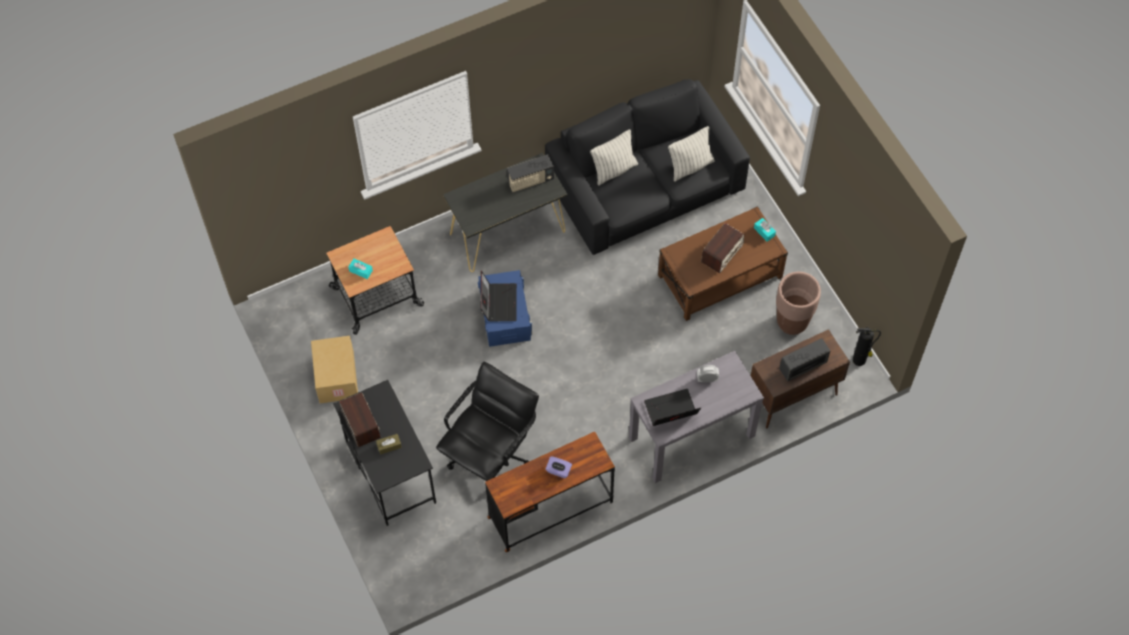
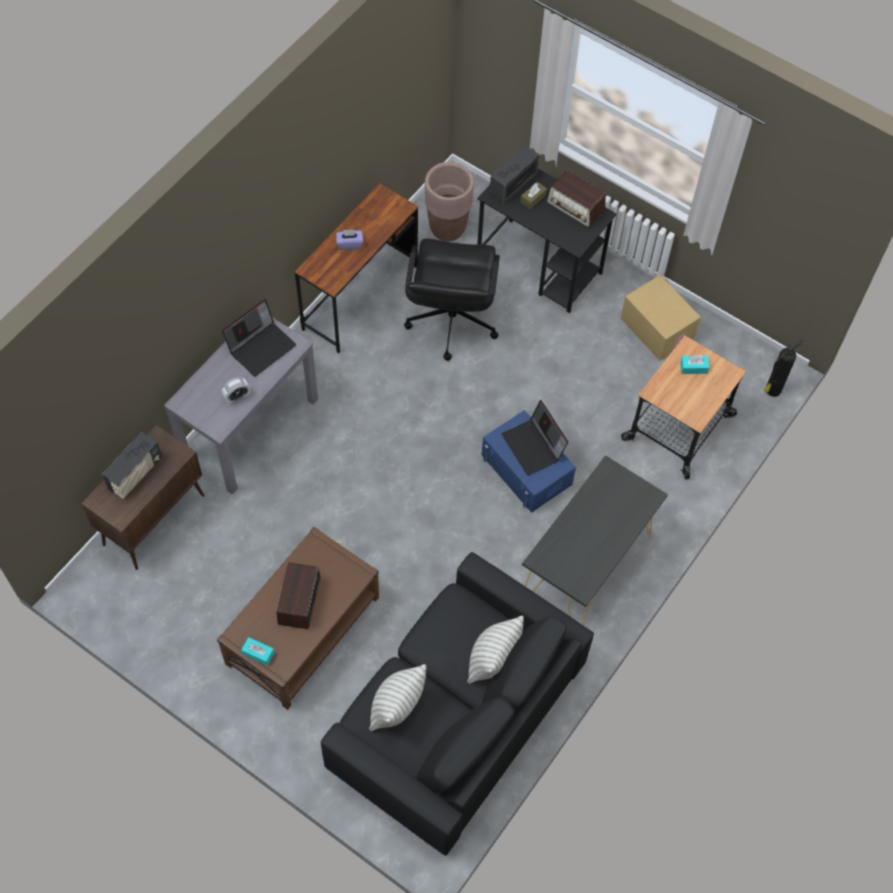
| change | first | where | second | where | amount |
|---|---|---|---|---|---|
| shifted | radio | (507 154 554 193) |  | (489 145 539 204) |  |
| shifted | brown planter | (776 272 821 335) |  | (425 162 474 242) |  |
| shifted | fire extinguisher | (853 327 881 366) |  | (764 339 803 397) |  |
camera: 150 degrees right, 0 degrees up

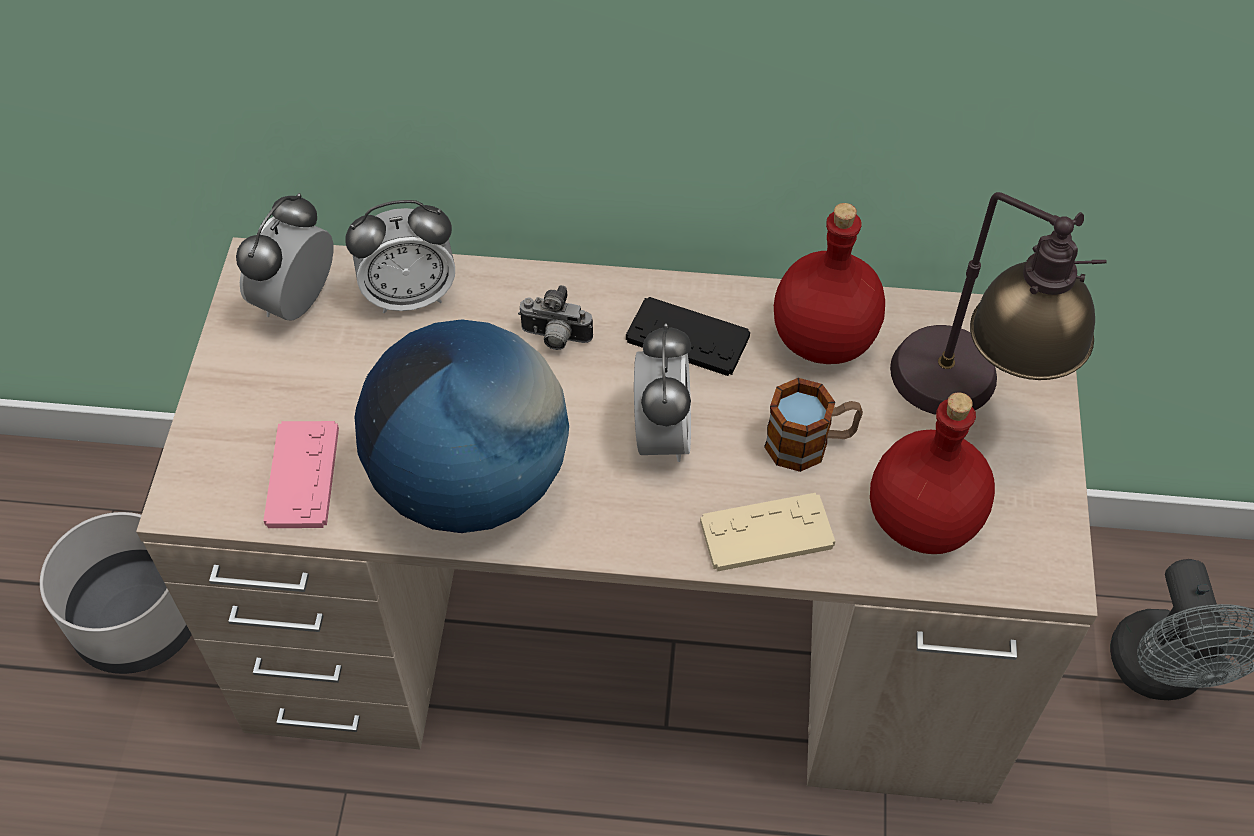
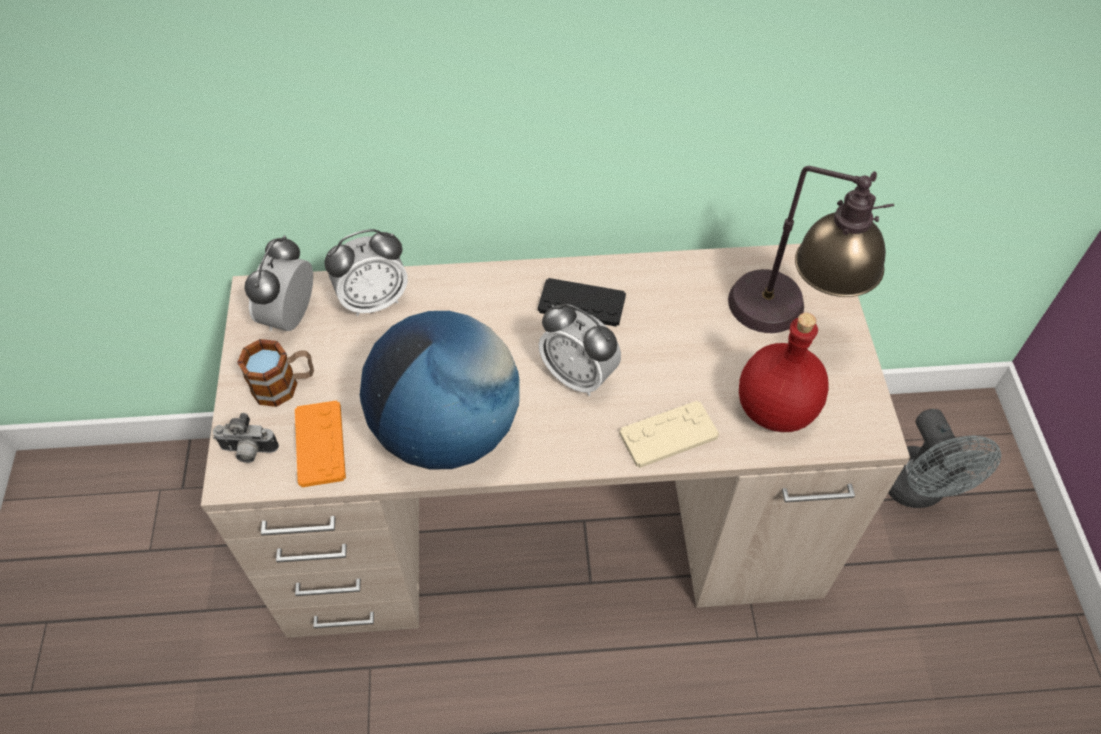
| change | first | where | second | where | amount |
|---|---|---|---|---|---|
| gone | grey planter | (40 512 192 674) |  |  |  |
| gone | red bottle | (774 203 885 364) |  |  |  |
| shifted | photo camera | (518 285 593 350) |  | (213 413 279 463) |  |
| shifted | mug | (764 378 863 472) |  | (237 339 314 407) |  |
| repainted | pink game controller | (263 421 339 528) | orange game controller | (295 400 346 487) |  |
| rotated | alarm clock | (634 323 691 462) |  | (539 304 621 396) | 135 degrees clockwise |
camera: 10 degrees left, 0 degrees up

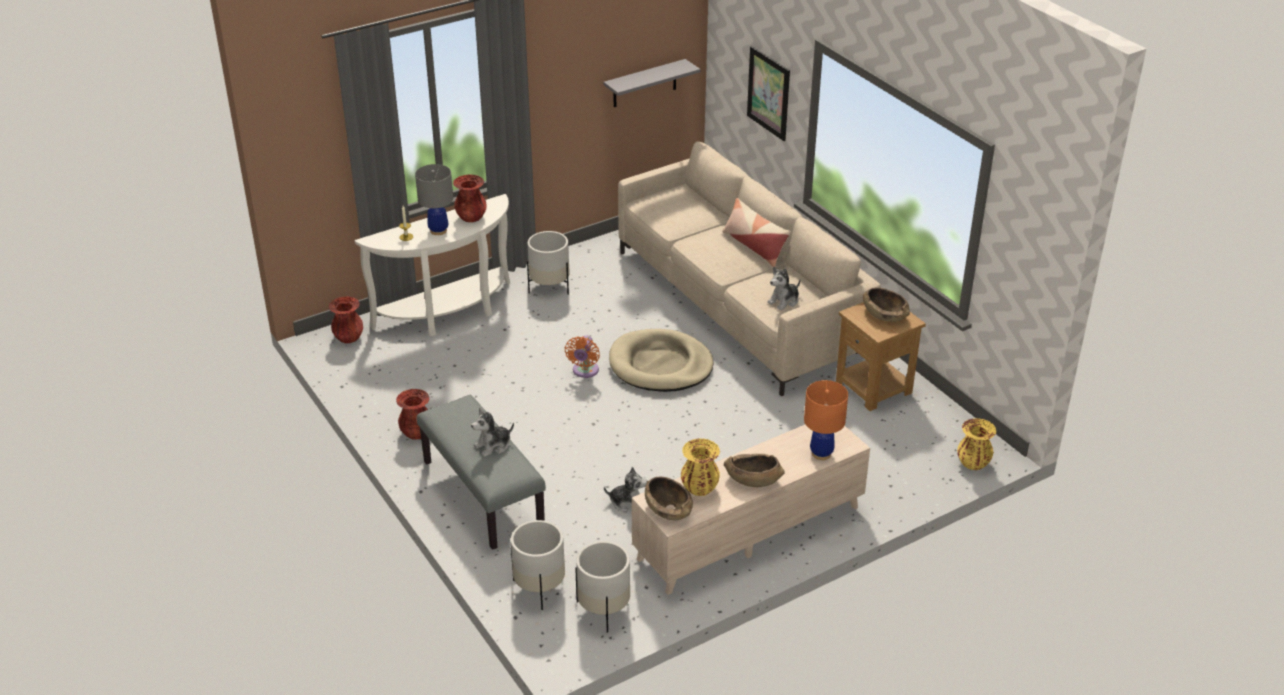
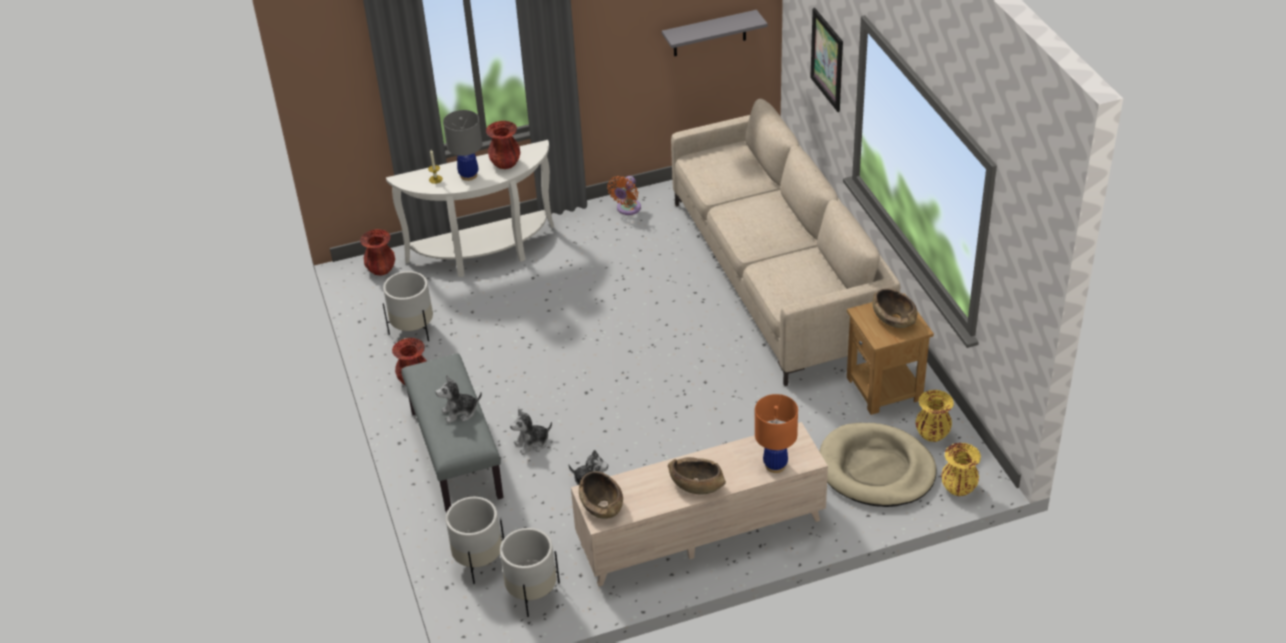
| change | first | where | second | where | amount |
|---|---|---|---|---|---|
| gone | pillow | (723 198 791 267) |  |  |  |
| shifted | white planter | (527 231 570 295) |  | (383 271 433 342) |  |
| shifted | orange fan | (565 335 600 378) |  | (607 176 641 215) |  |
| shifted | beige dog bed | (609 329 714 392) |  | (819 423 937 507) |  |
| shifted | yellow vase | (681 438 720 496) |  | (916 390 954 442) |  |
| shifted | plush toy | (767 267 800 311) |  | (510 409 552 455) |  |
camera: 15 degrees right, 5 degrees up

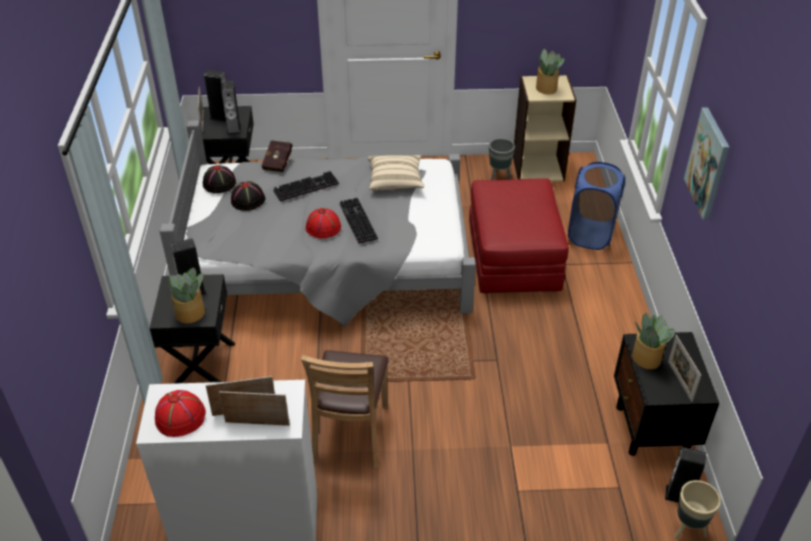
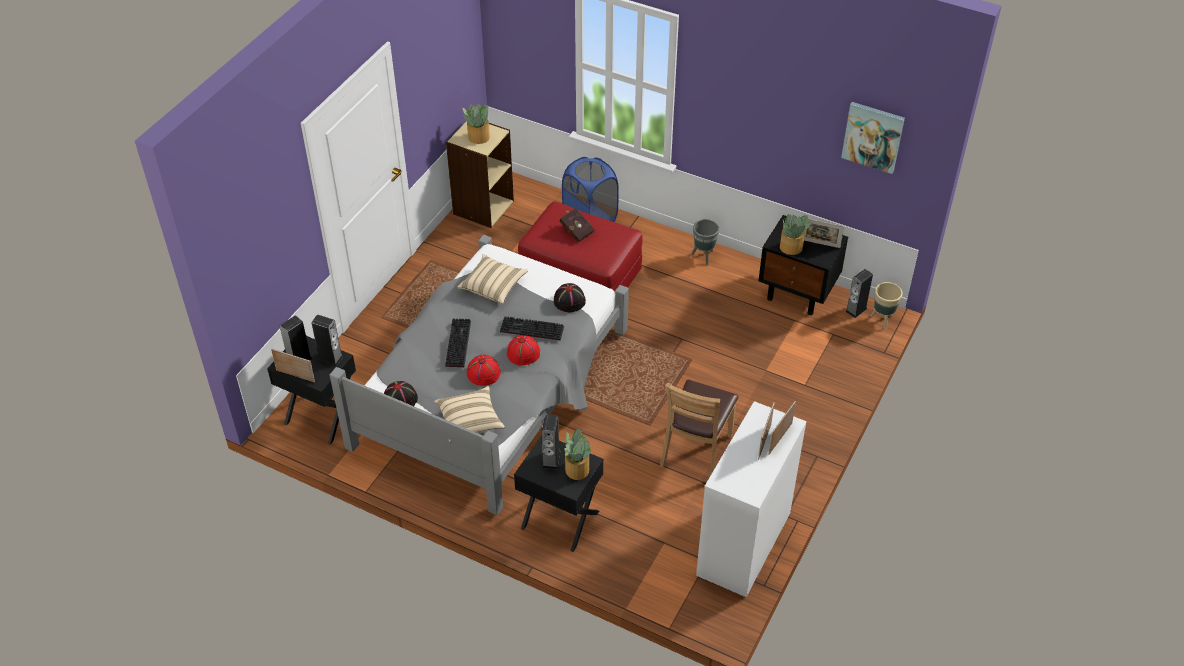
| change | first | where | second | where | amount |
|---|---|---|---|---|---|
| new |  |  | beige pillow | (434 386 505 443) |  |
| shifted | red hat | (155 390 206 437) |  | (467 355 500 386) |  |
| shifted | black hat | (231 181 266 211) |  | (554 283 586 312) |  |
| shifted | red book | (261 140 293 172) |  | (559 208 594 243) |  |
| shifted | grey planter | (489 139 515 180) |  | (692 219 719 265) |  |
| shifted | picture | (684 107 729 220) |  | (841 102 905 174) |  |
| rotated | brown chair | (301 350 389 468) |  | (660 380 738 476) | 75 degrees clockwise |
camera: 60 degrees left, 5 degrees up

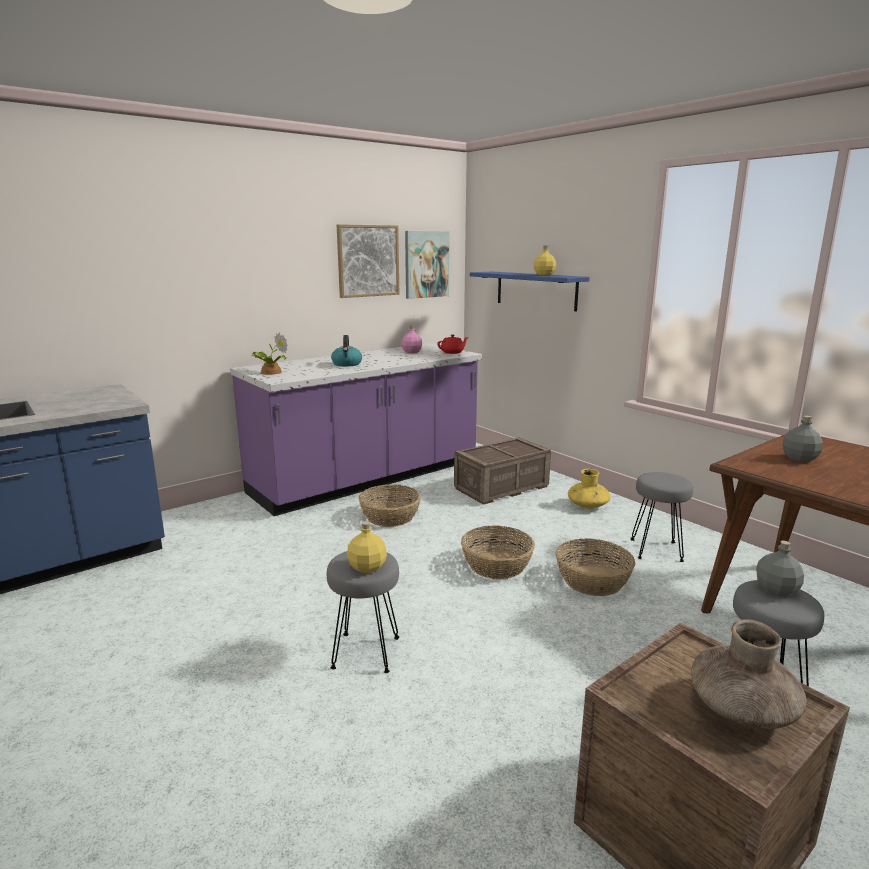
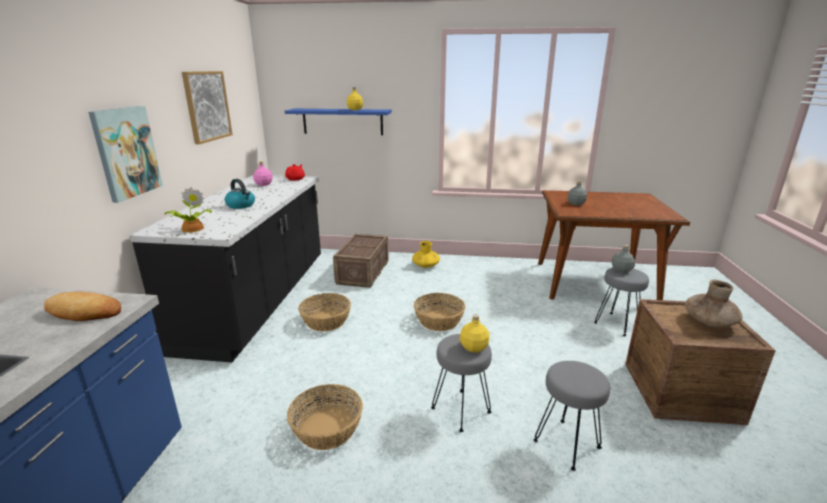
| change | first | where | second | where | amount |
|---|---|---|---|---|---|
| new |  |  | bread | (44 292 121 321) |  |
| shifted | picture | (405 231 449 299) |  | (88 106 163 203) |  |
| shifted | basket | (556 538 635 596) |  | (287 384 363 450) |  |
| shifted | grey stool | (631 472 693 562) |  | (533 361 610 471) |  |
| repainted | purple counter | (230 343 482 516) | black counter | (130 175 321 362) |  |
camera: 45 degrees left, 5 degrees up

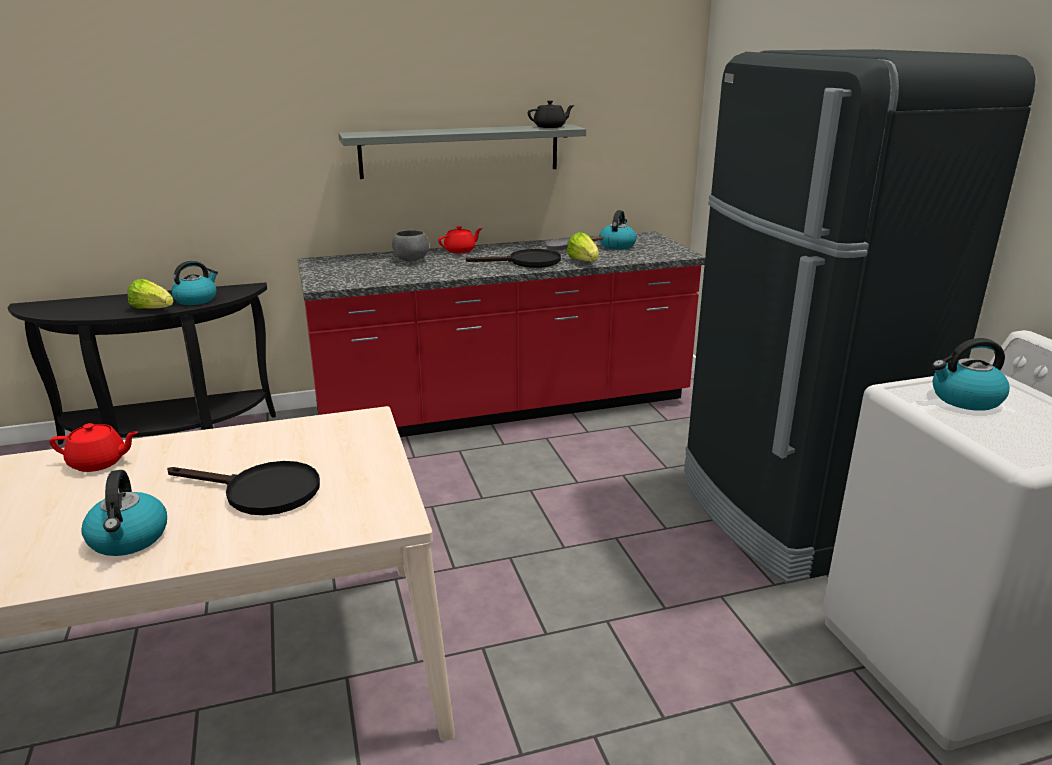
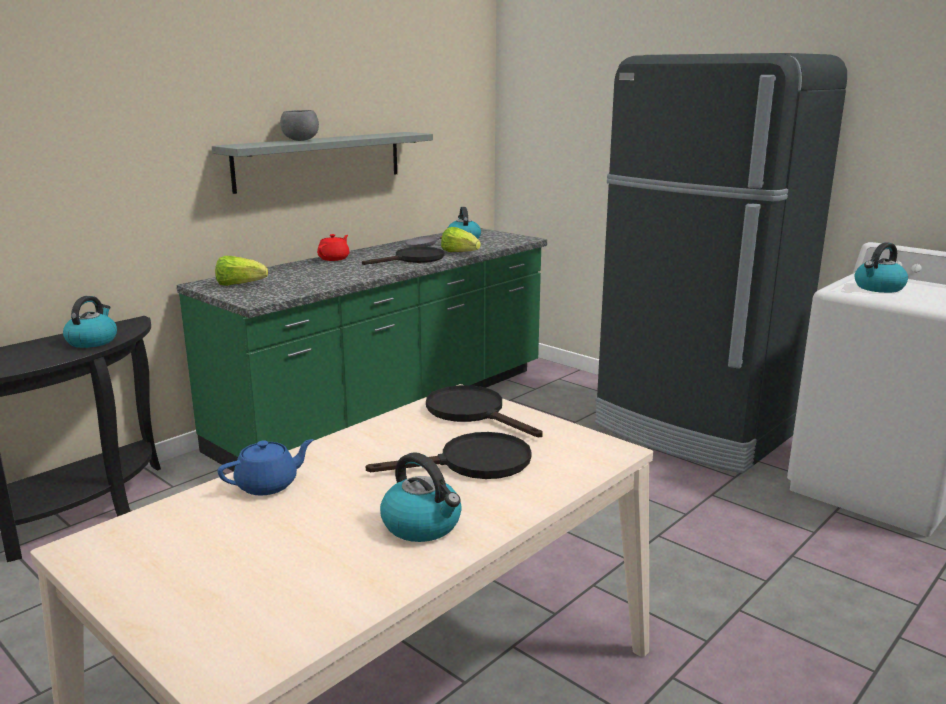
| change | first | where | second | where | amount |
|---|---|---|---|---|---|
| gone | black teapot | (528 100 574 128) |  |  |  |
| new |  |  | black frying pan | (426 385 543 437) |  |
| shifted | lettuce | (127 279 174 309) |  | (215 256 268 286) |  |
| shifted | grey bowl | (392 230 429 262) |  | (280 110 319 141) |  |
| repainted | red teapot | (50 423 138 472) | blue teapot | (217 439 314 496) |  |
| repainted | red counter | (298 231 705 437) | green counter | (176 228 547 472) |  |
camera: 30 degrees left, 5 degrees down

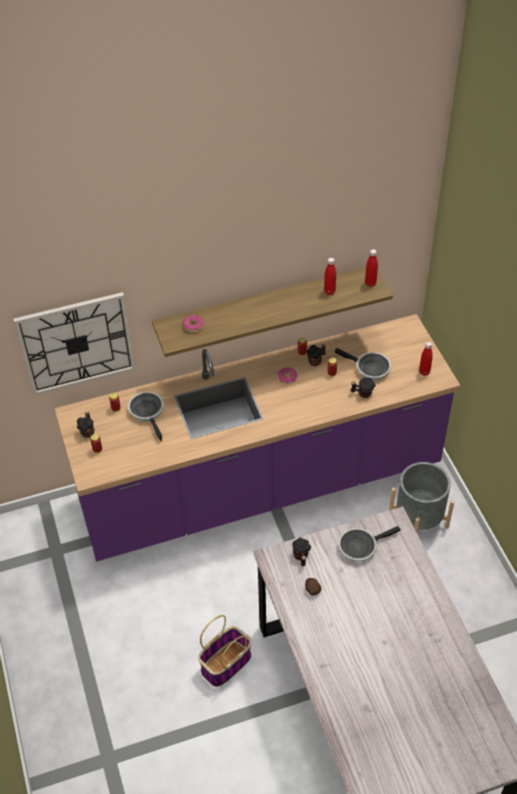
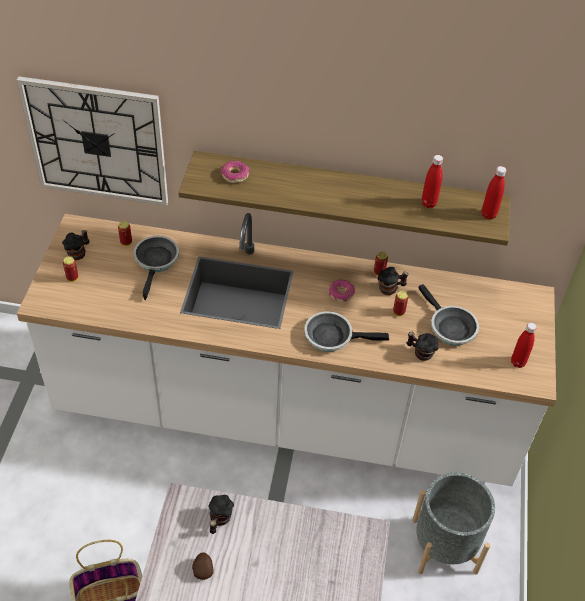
| change | first | where | second | where | amount |
|---|---|---|---|---|---|
| shifted | frying pan | (338 526 400 562) |  | (304 311 389 352) |  |
| repainted | purple counter | (54 314 460 562) | white counter | (17 213 556 486) |  |
camera: 25 degrees right, 0 degrees up

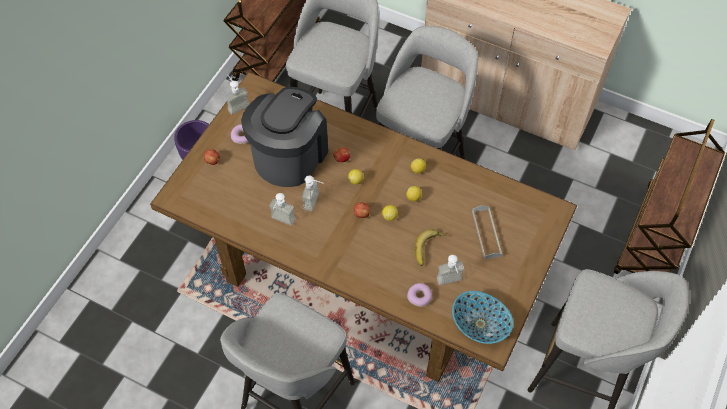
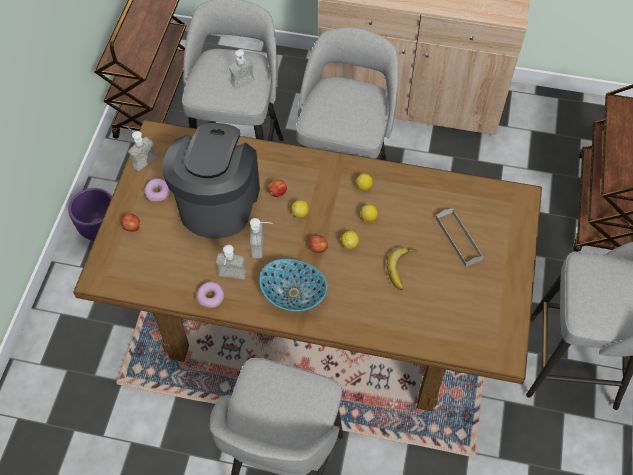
| change | first | where | second | where | amount |
|---|---|---|---|---|---|
| shifted | donut | (407 283 432 307) |  | (197 282 224 308) |  |
| shifted | soap dispenser | (437 255 464 285) |  | (229 50 255 88) |  |
| shifted | bowl | (452 291 513 344) |  | (259 259 328 311) |  |
camera: 15 degrees left, 0 degrees up

